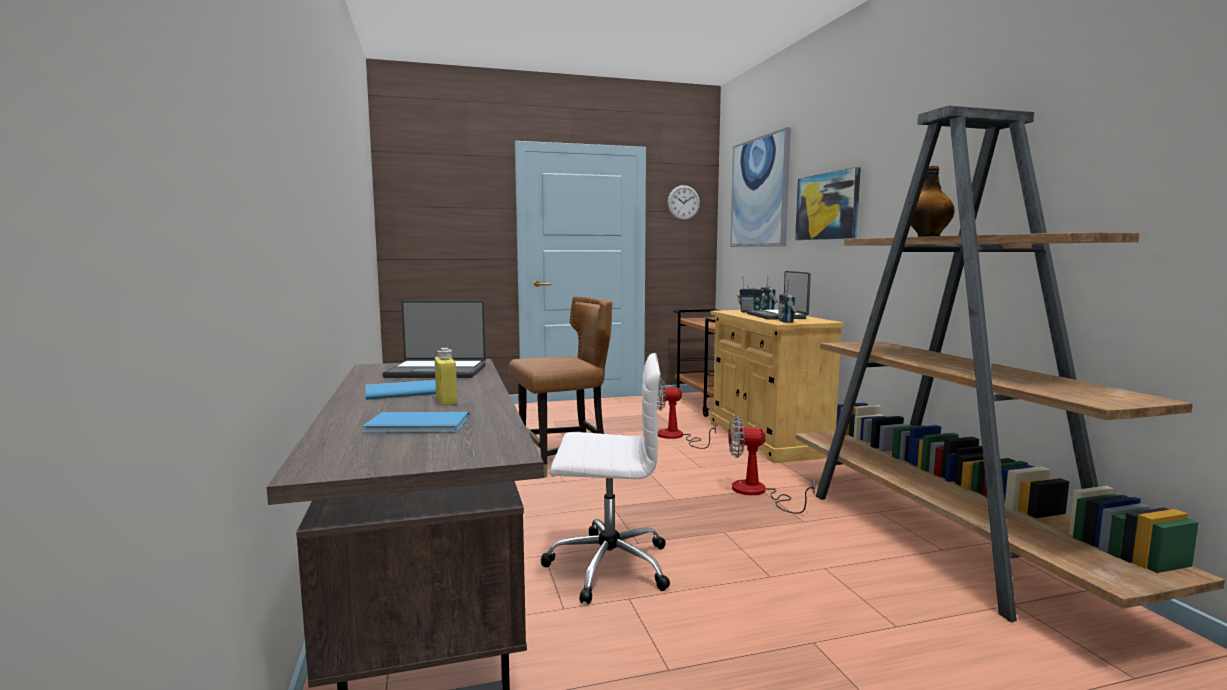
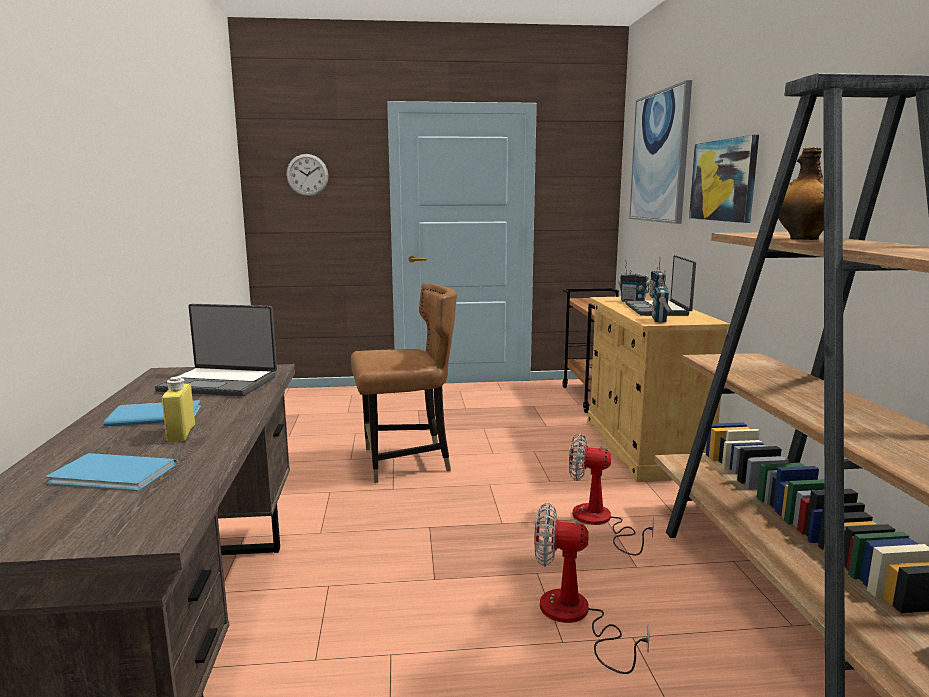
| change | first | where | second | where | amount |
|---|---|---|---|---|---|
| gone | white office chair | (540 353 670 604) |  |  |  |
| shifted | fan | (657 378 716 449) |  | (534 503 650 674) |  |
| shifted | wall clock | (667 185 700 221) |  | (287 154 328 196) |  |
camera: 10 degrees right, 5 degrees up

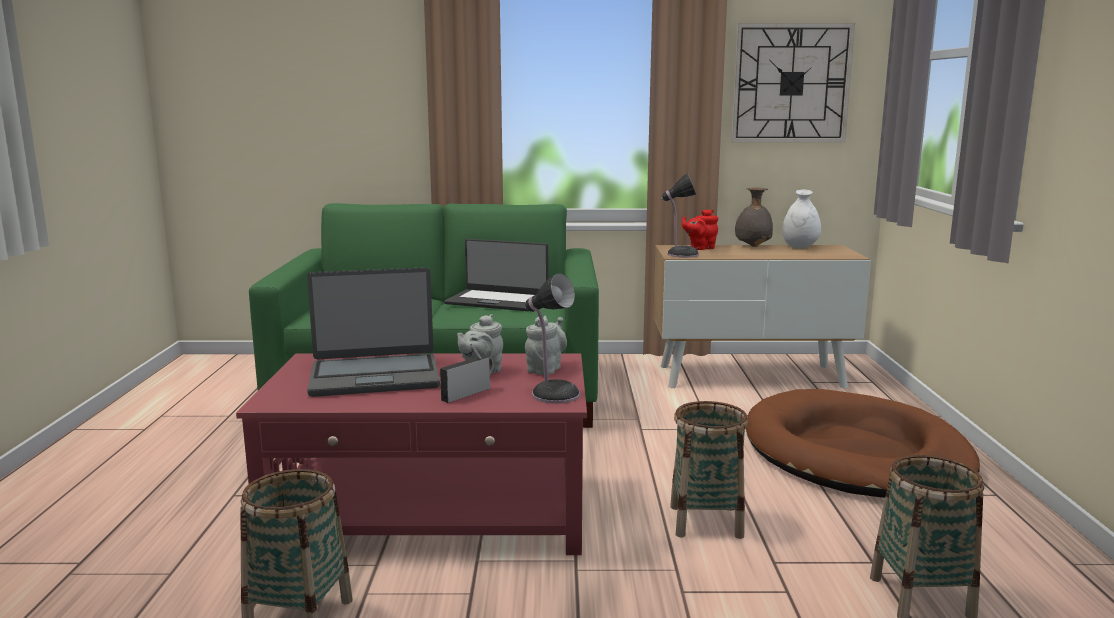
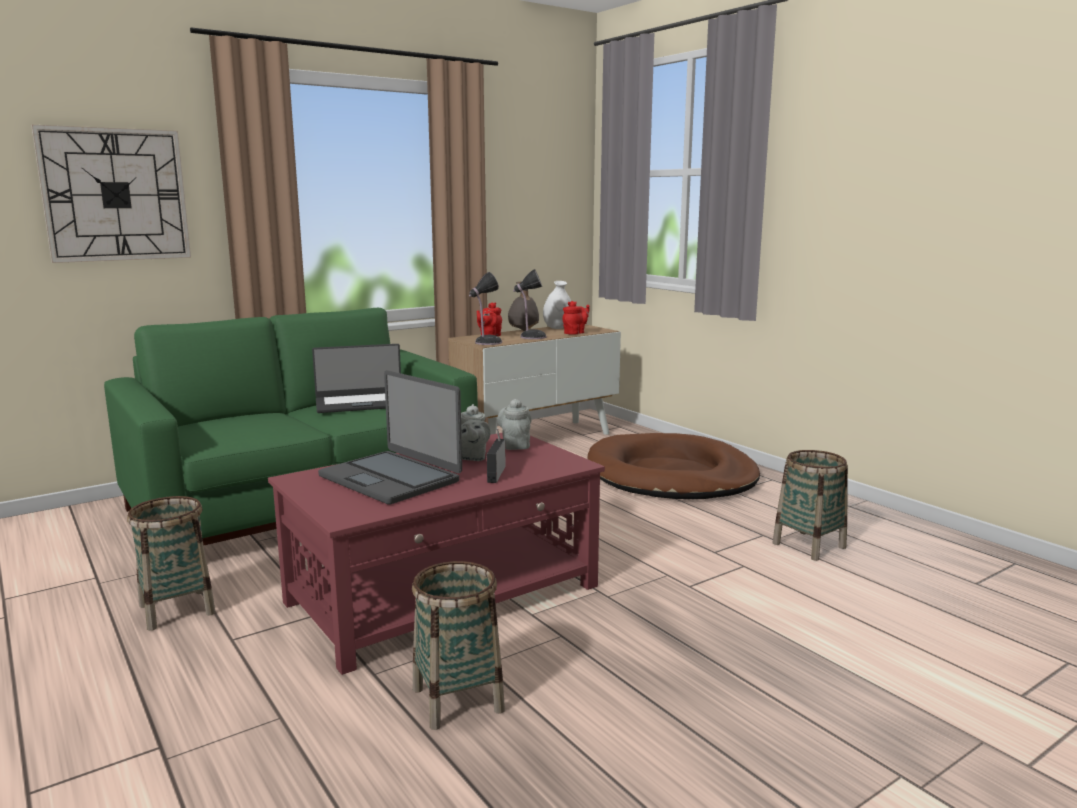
| change | first | where | second | where | amount |
|---|---|---|---|---|---|
| new |  |  | red teapot | (562 301 589 335) |  |
| shifted | table lamp | (525 273 580 404) |  | (513 269 547 339) |  |
| shifted | basket | (670 401 748 539) |  | (127 496 216 631) |  |
| shifted | wall clock | (731 23 855 142) |  | (31 125 191 263) |  |
| rotated | laptop | (307 267 440 397) |  | (318 370 462 505) | 90 degrees clockwise |
camera: 35 degrees left, 0 degrees up

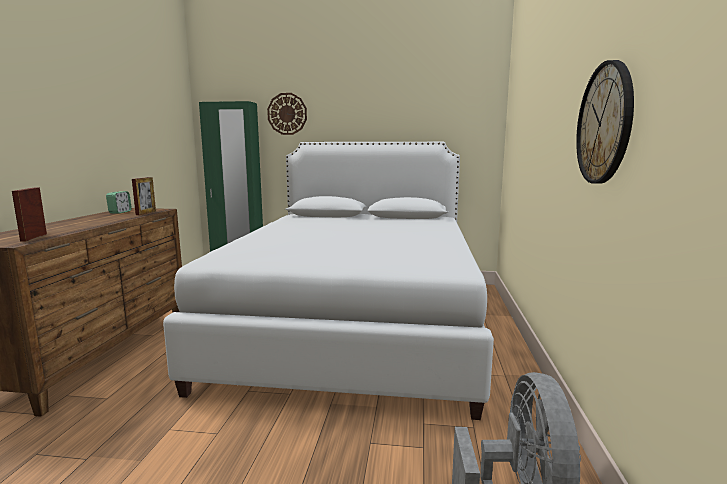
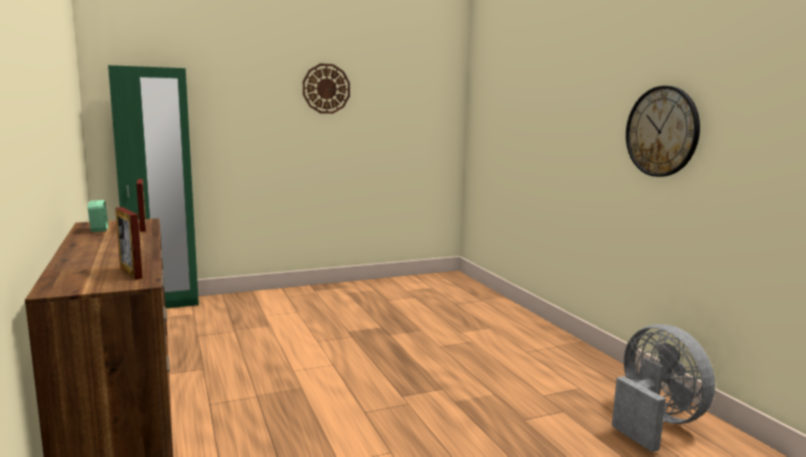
| change | first | where | second | where | amount |
|---|---|---|---|---|---|
| gone | white bed | (163 142 494 420) |  |  |  |
| shifted | wall clock | (267 93 307 135) |  | (303 63 350 114) |  |
camera: 30 degrees left, 0 degrees up

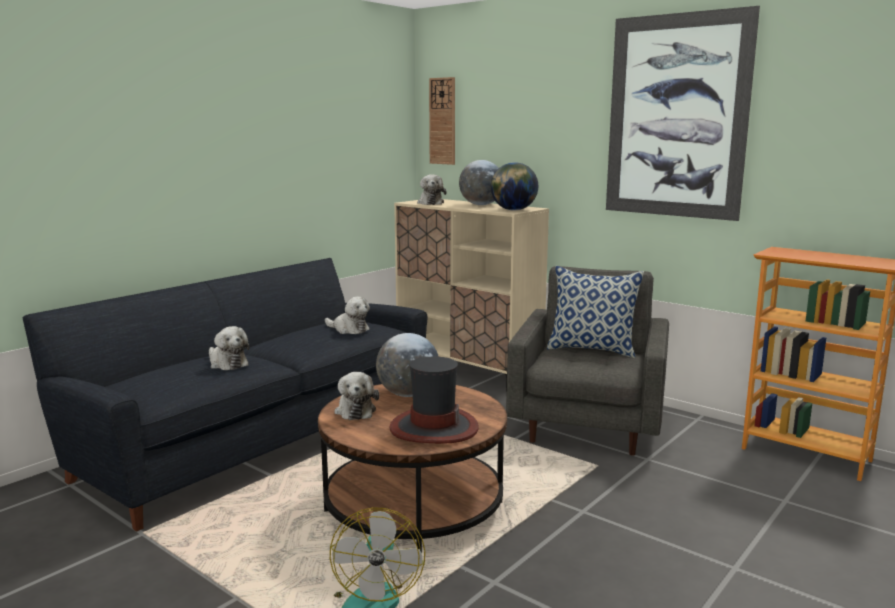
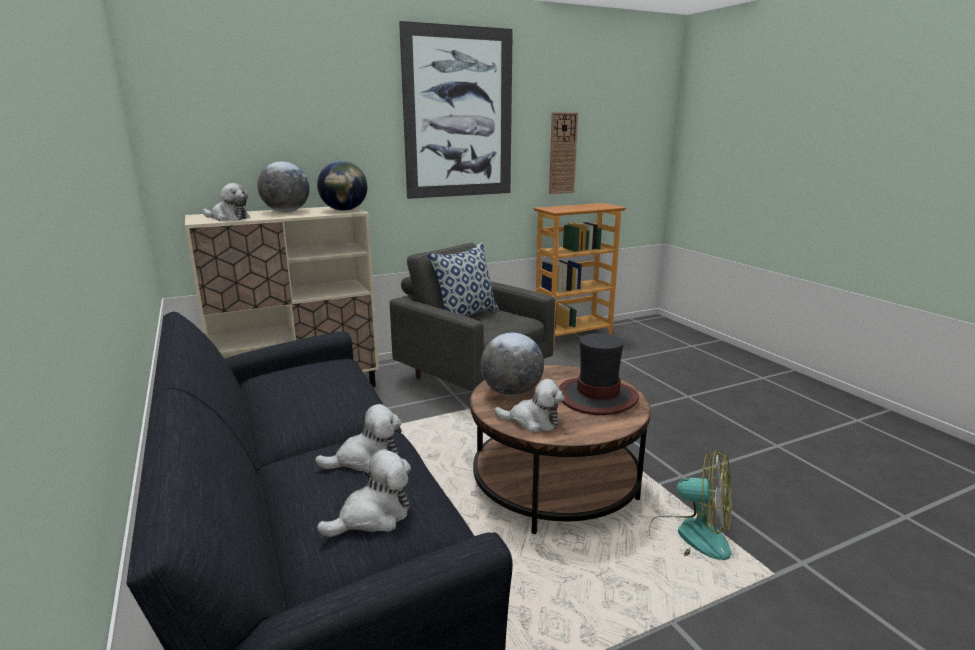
| change | first | where | second | where | amount |
|---|---|---|---|---|---|
| shifted | plush toy | (325 296 370 334) |  | (317 449 411 537) |  |
| shifted | wall clock | (429 77 455 165) |  | (549 112 578 194) |  |
camera: 65 degrees left, 5 degrees up

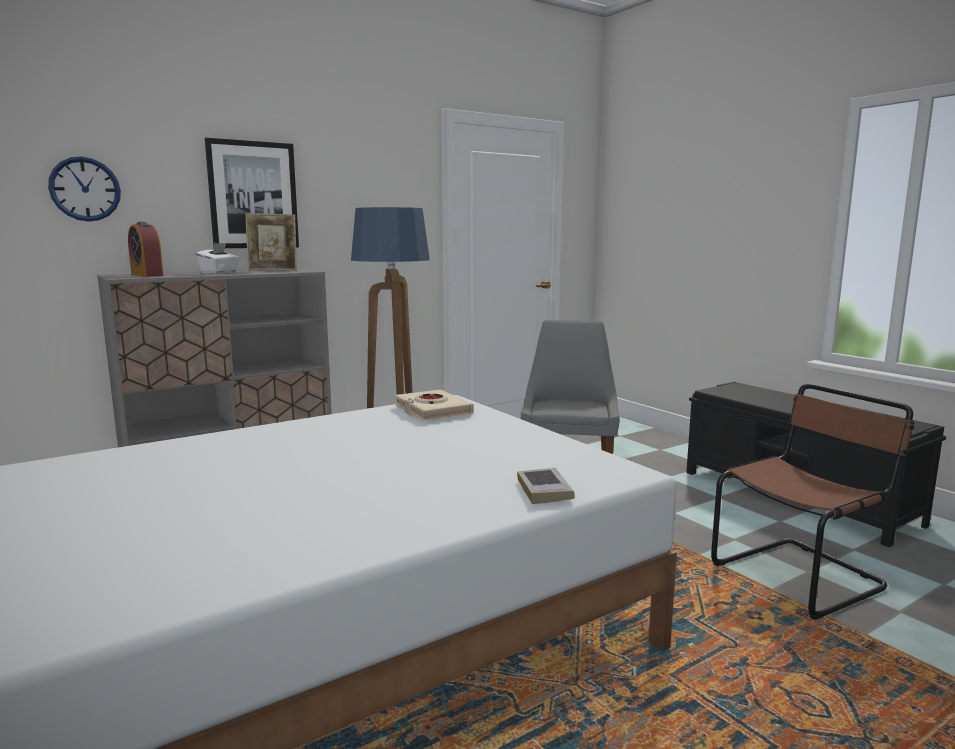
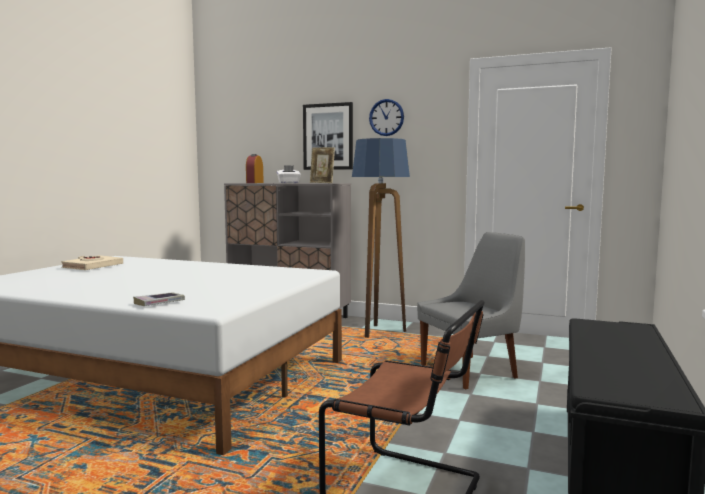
| change | first | where | second | where | amount |
|---|---|---|---|---|---|
| shifted | wall clock | (48 156 121 222) |  | (369 99 404 136) |  |
| shifted | beige book | (395 390 474 421) |  | (61 255 123 270) |  |
camera: 55 degrees right, 5 degrees down

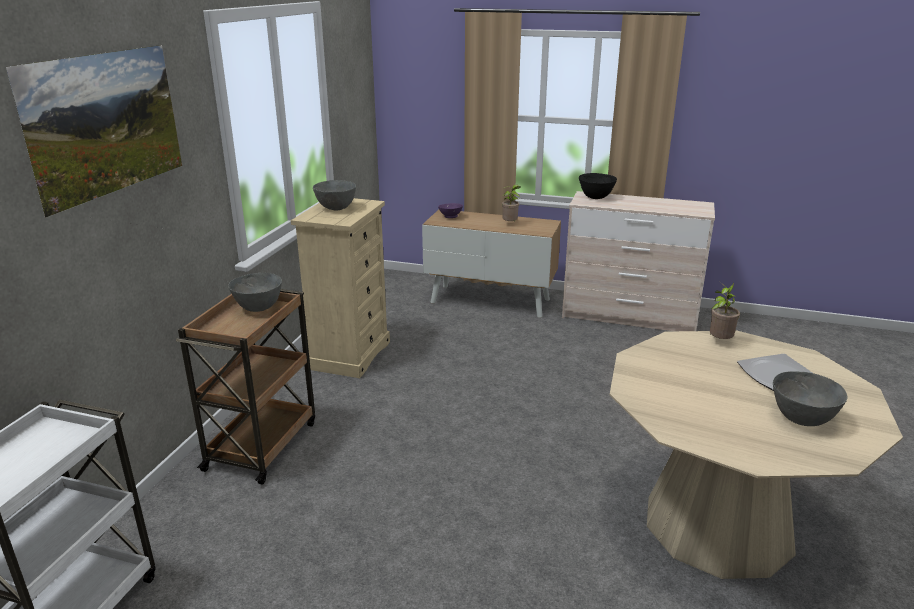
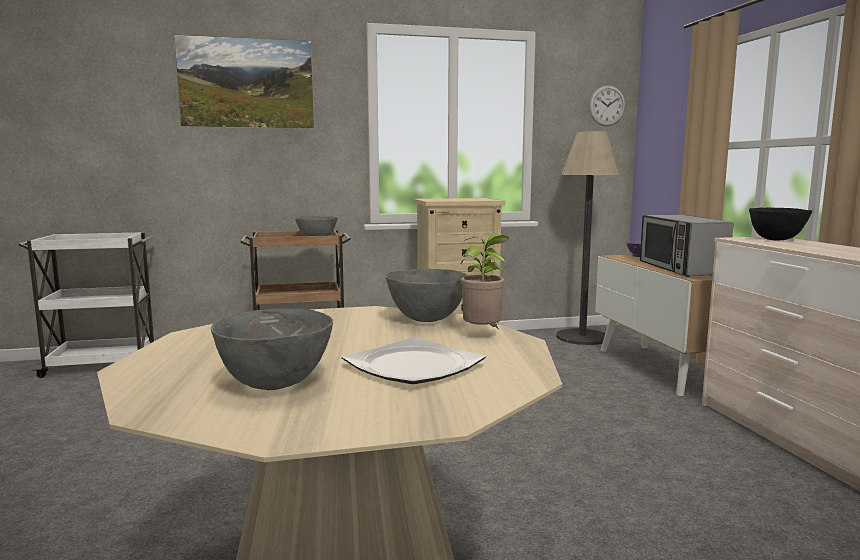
| change | first | where | second | where | amount |
|---|---|---|---|---|---|
| new |  |  | floor lamp | (556 131 619 345) |  |
| new |  |  | wall clock | (589 85 625 126) |  |
| shifted | grey bowl | (313 180 356 210) |  | (386 269 468 322) |  |
| swapped | potted plant | (502 184 521 222) | microwave | (640 215 734 277) |  |
camera: 60 degrees right, 15 degrees down

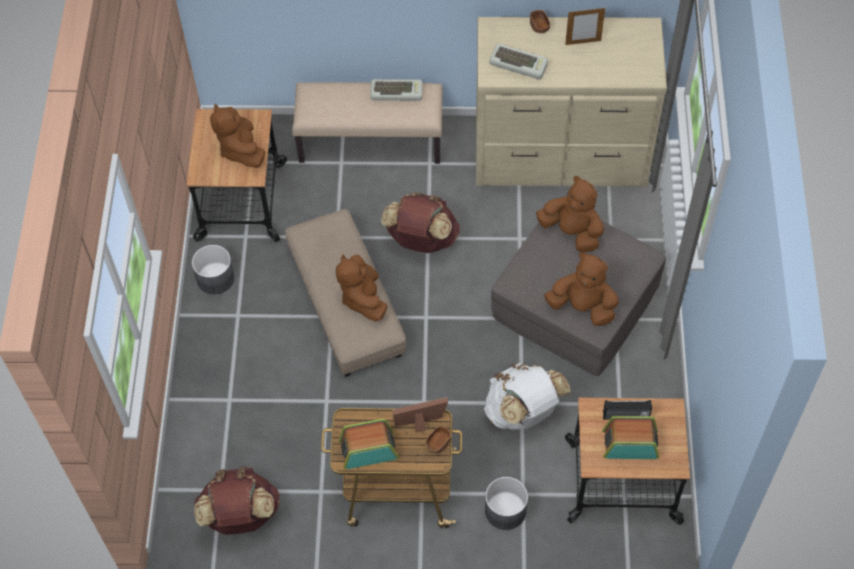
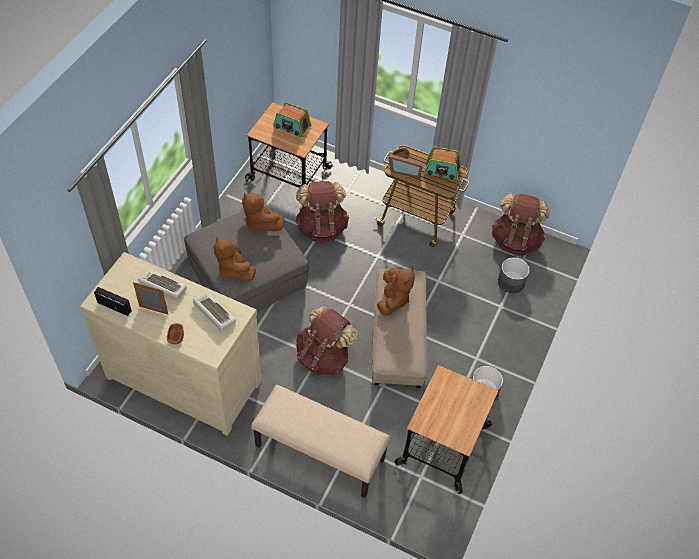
| change | first | where | second | where | amount |
|---|---|---|---|---|---|
| gone | brown plush toy | (210 104 265 168) |  |  |  |
| shifted | keyboard | (370 79 423 101) |  | (138 269 187 300) |  |
| shifted | grey planter | (485 477 528 530) |  | (498 257 530 293) |  |
| shifted | radio | (603 400 652 420) |  | (94 287 132 316) |  |
| repainted | white backpack | (484 363 571 430) | brown backpack | (295 181 349 242) |  |
camera: 160 degrees left, 5 degrees down

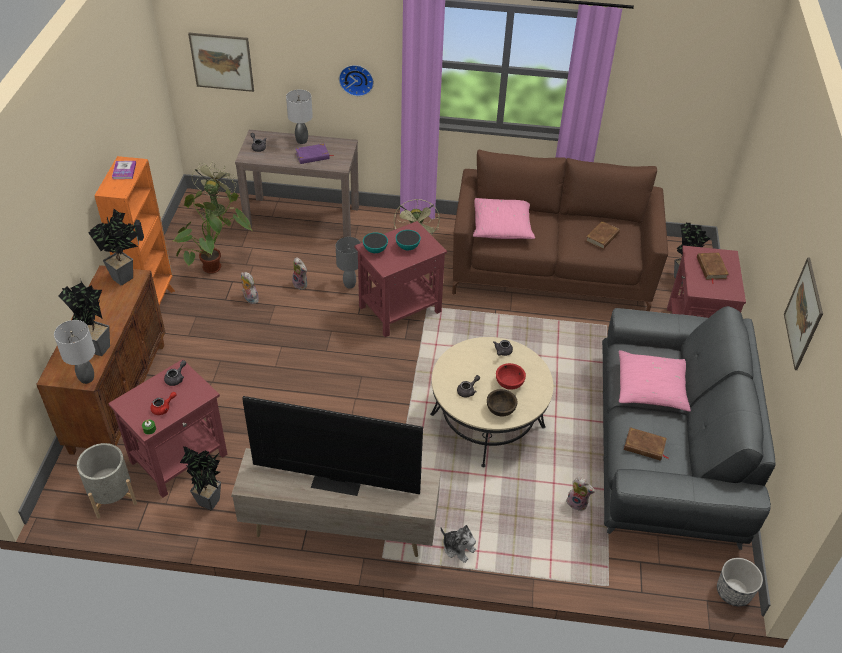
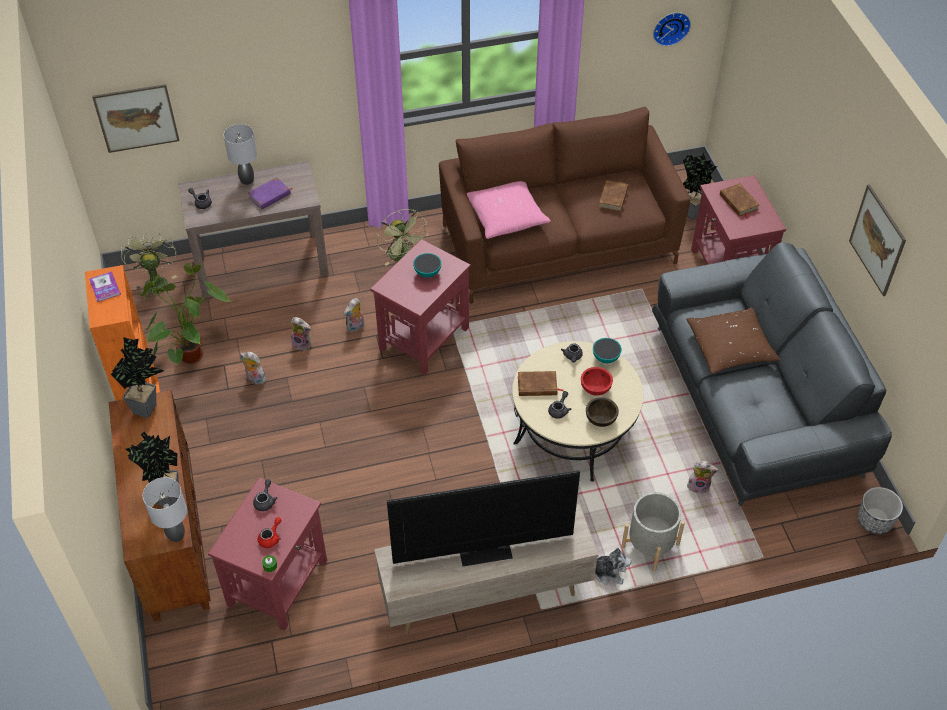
| change | first | where | second | where | amount |
|---|---|---|---|---|---|
| gone | potted plant | (180 447 221 510) |  |  |  |
| shifted | grey planter | (77 443 137 519) |  | (621 492 685 571) |  |
| shifted | wall clock | (339 65 374 96) |  | (653 12 691 46) |  |
| shifted | bowl | (363 233 388 253) |  | (593 338 622 363) |  |
| shifted | brown book | (624 427 668 461) |  | (518 371 563 396) |  |
| swapped | grey table lamp | (336 237 361 289) | plush toy | (344 298 364 332) |  |
| repainted | pink pillow | (619 350 691 412) | brown pillow | (686 307 780 374) |  |
camera: 20 degrees left, 5 degrees up

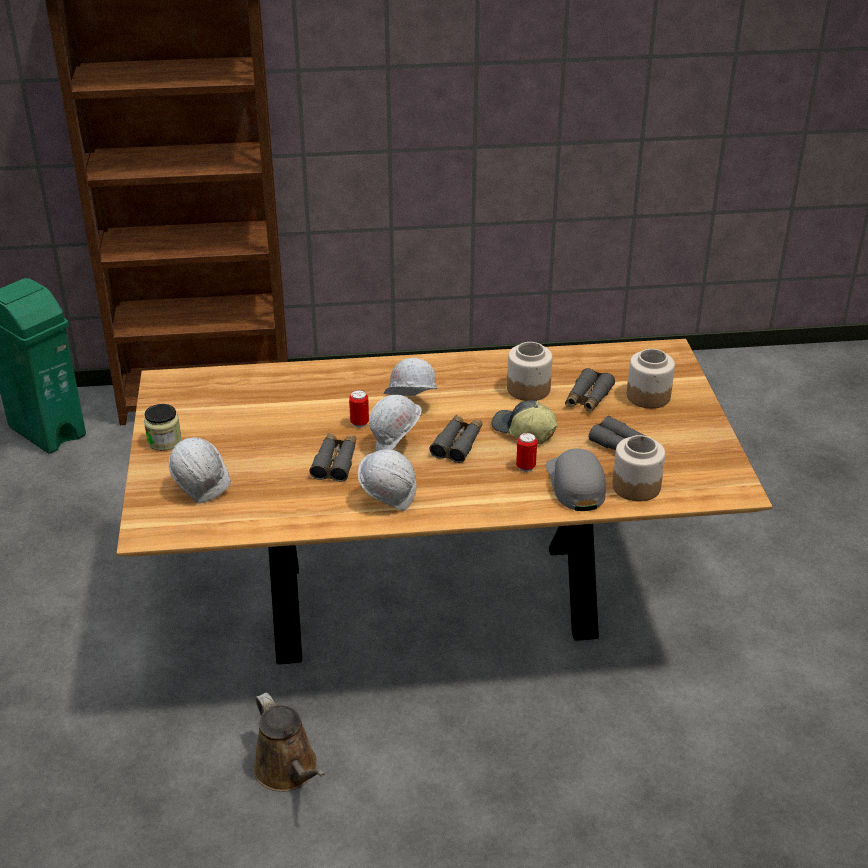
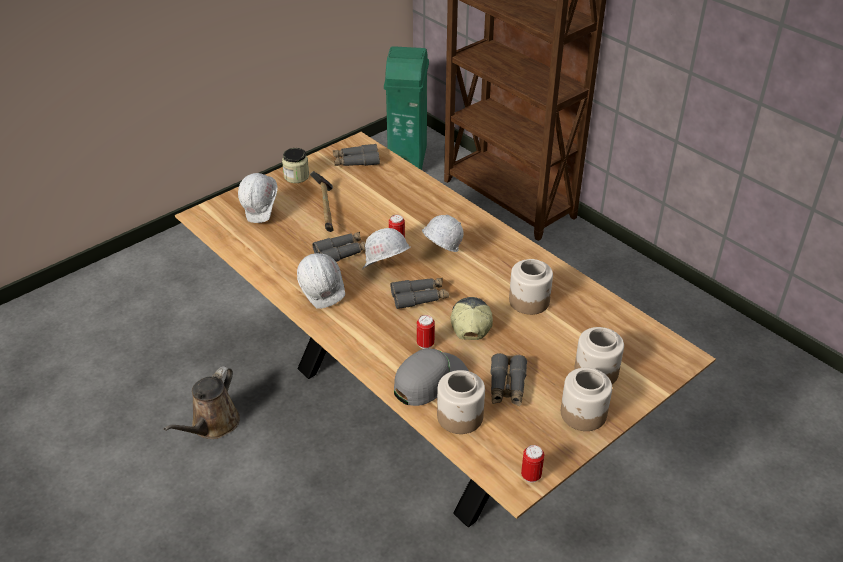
| change | first | where | second | where | amount |
|---|---|---|---|---|---|
| new |  |  | hammer | (310 171 333 232) |  |
| new |  |  | can | (521 445 544 483) |  |
| new |  |  | jar | (561 368 612 431) |  |
| shifted | grey binoculars | (565 368 615 413) |  | (333 144 380 166) |  |
camera: 55 degrees right, 5 degrees up

